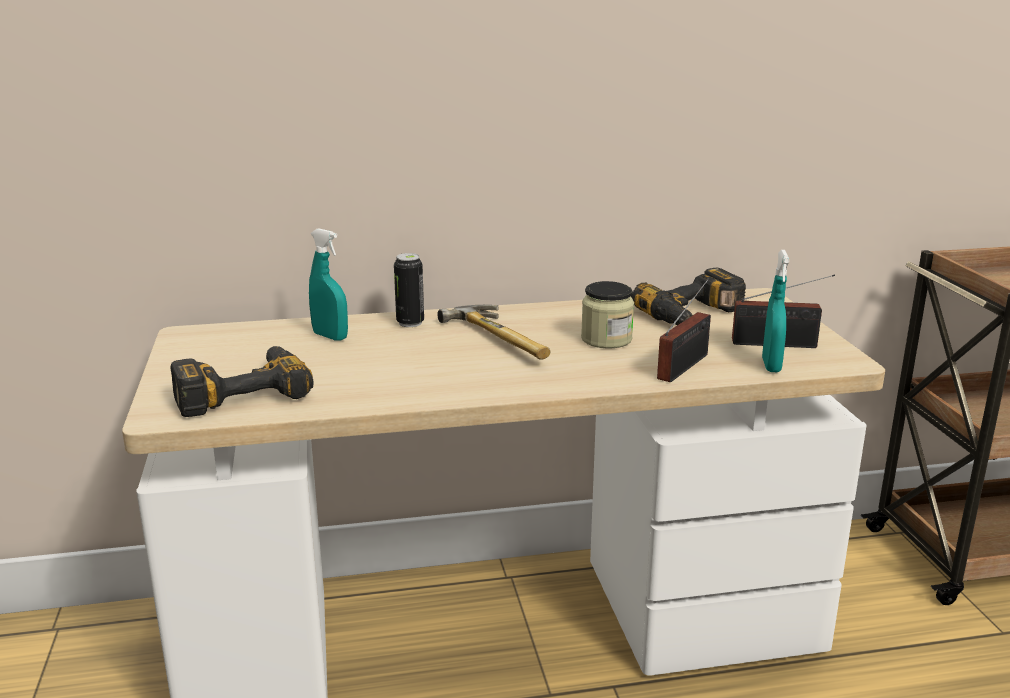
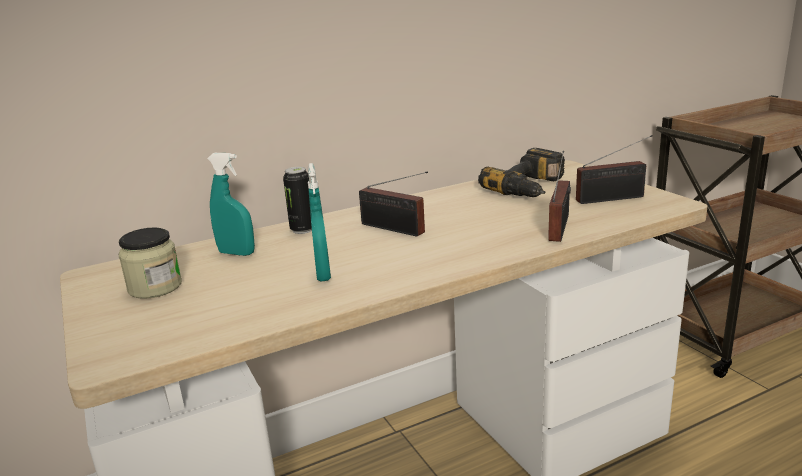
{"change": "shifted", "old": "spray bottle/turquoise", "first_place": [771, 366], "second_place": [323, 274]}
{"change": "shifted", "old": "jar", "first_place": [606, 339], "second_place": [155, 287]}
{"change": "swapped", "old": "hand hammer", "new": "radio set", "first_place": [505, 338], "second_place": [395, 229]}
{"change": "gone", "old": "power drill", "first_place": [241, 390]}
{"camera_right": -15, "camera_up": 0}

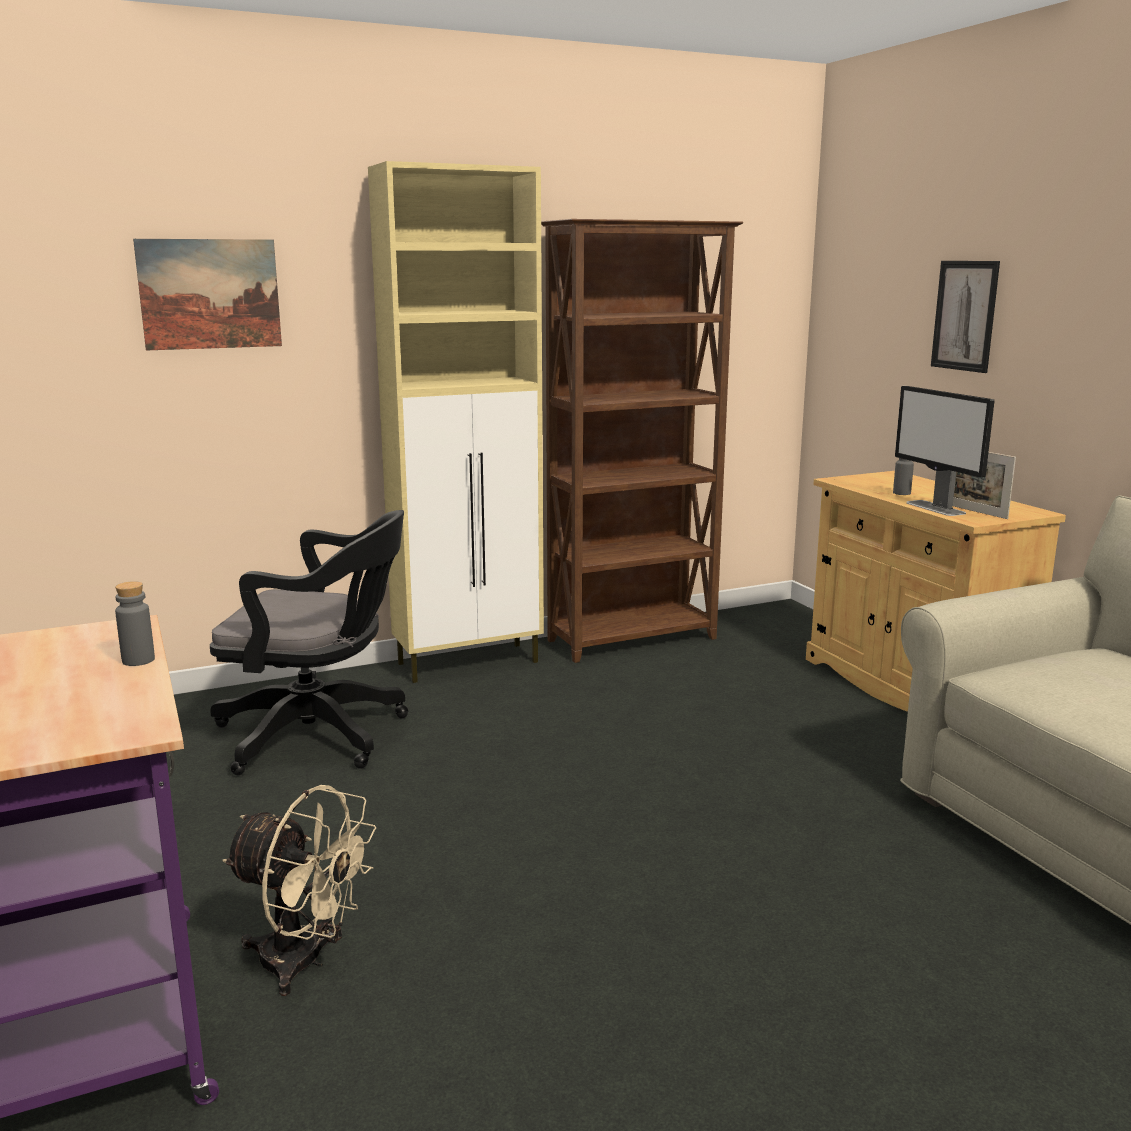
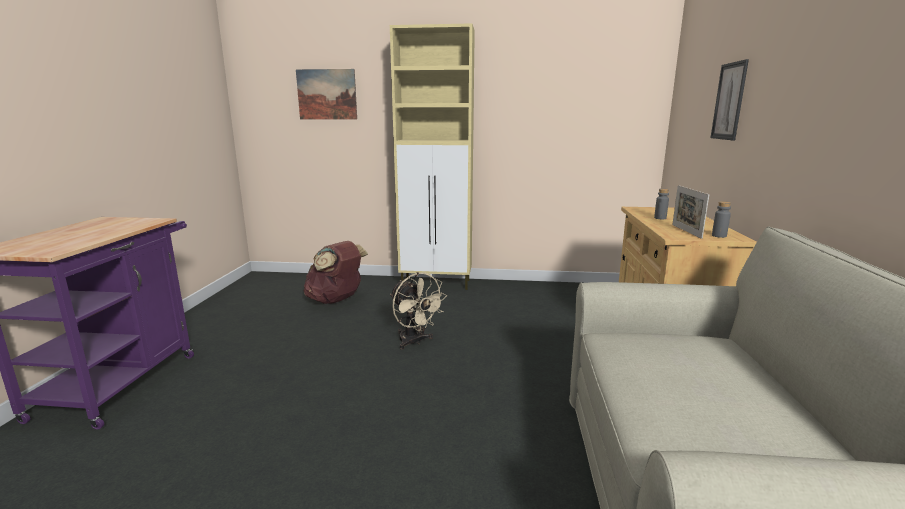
{"change": "gone", "old": "shelving unit/brownish", "first_place": [634, 640]}
{"change": "gone", "old": "computer screen", "first_place": [935, 508]}
{"change": "swapped", "old": "desk chair/blackish", "new": "backpack/brownish", "first_place": [321, 735], "second_place": [336, 300]}
{"change": "shifted", "old": "drink bottle/greyish", "first_place": [138, 660], "second_place": [719, 236]}
{"change": "shifted", "old": "fan/sand-coloured", "first_place": [306, 962], "second_place": [415, 342]}
{"camera_right": 30, "camera_up": 0}

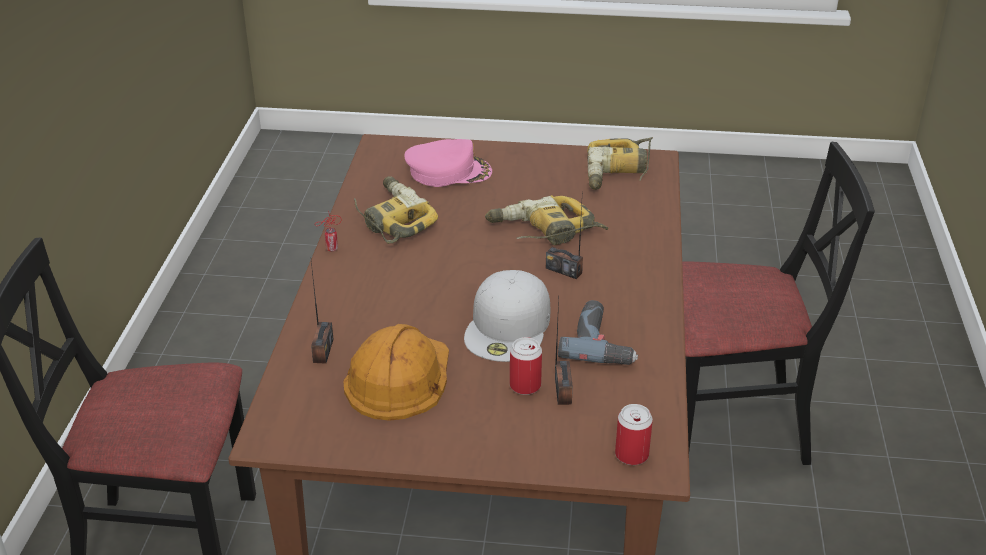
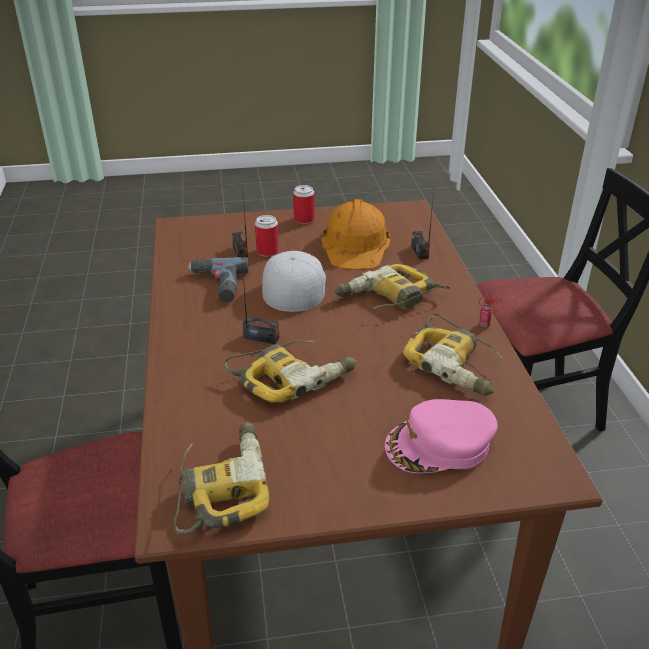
{"change": "shifted", "old": "can", "first_place": [631, 455], "second_place": [304, 219]}
{"change": "new", "new": "power drill", "second_place": [389, 299]}
{"camera_right": 165, "camera_up": 0}

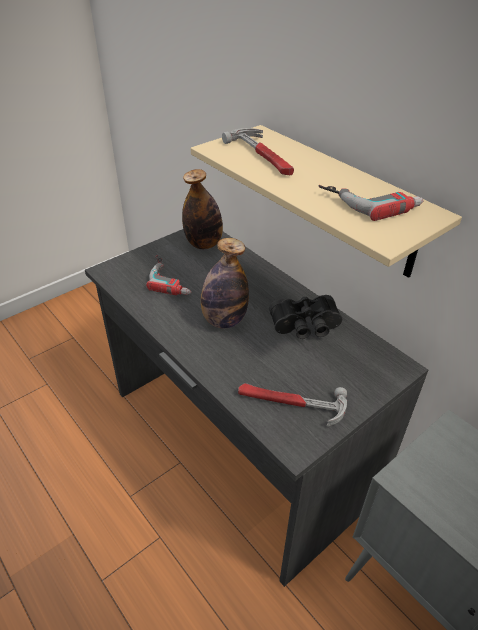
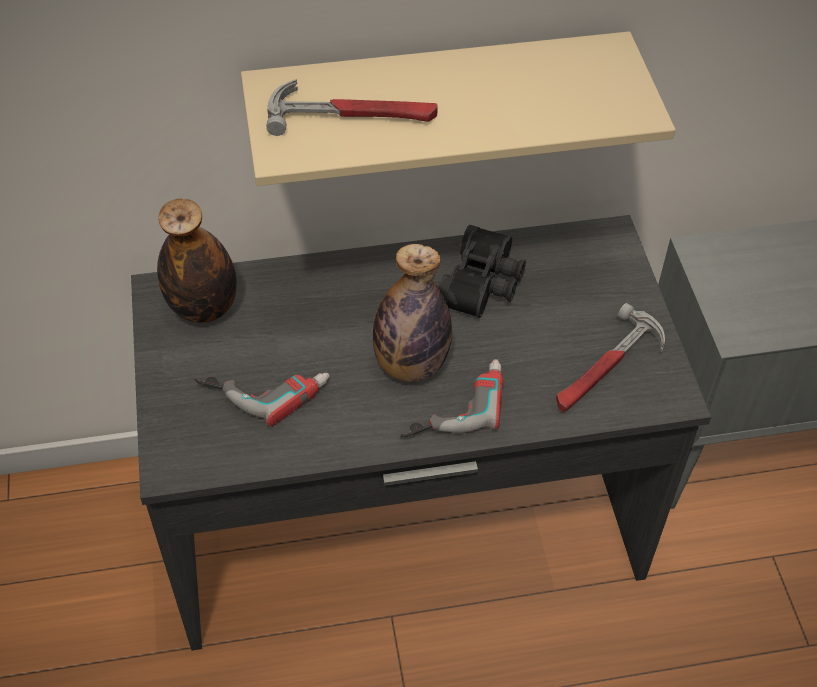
{"change": "shifted", "old": "power drill", "first_place": [370, 201], "second_place": [453, 403]}
{"camera_right": -60, "camera_up": 10}

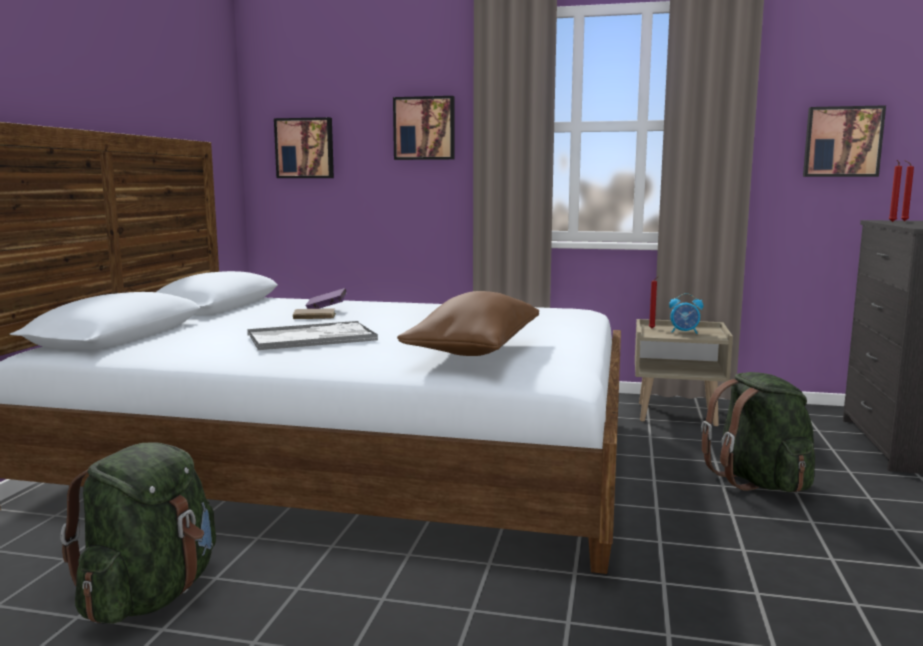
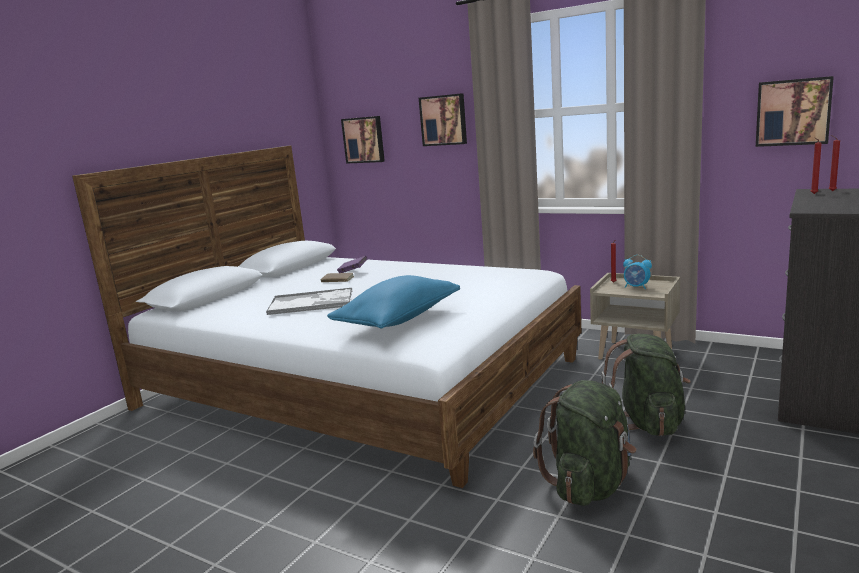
{"change": "repainted", "old": "pillow/brownish", "new": "pillow/bluish", "first_place": [474, 351], "second_place": [398, 319]}
{"change": "shifted", "old": "backpack/green-coloured", "first_place": [150, 595], "second_place": [590, 485]}
{"camera_right": 20, "camera_up": 5}

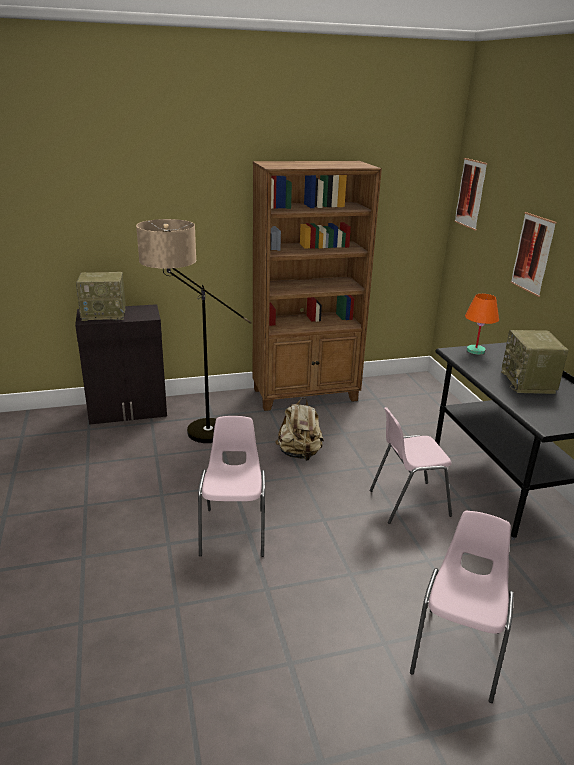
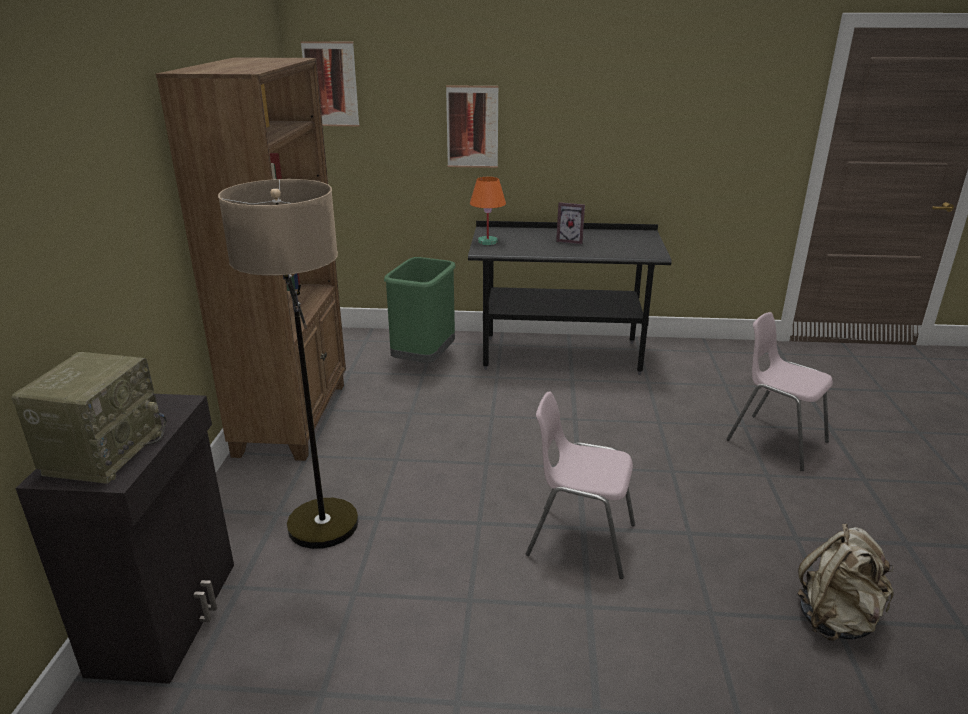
{"change": "swapped", "old": "radio set", "new": "standing frame", "first_place": [529, 383], "second_place": [570, 240]}
{"change": "shifted", "old": "backpack/sand-coloured", "first_place": [299, 454], "second_place": [836, 619]}
{"change": "gone", "old": "plain chair/pink-coloured", "first_place": [407, 502]}
{"change": "new", "new": "trash can/green-coloured", "second_place": [424, 359]}
{"camera_right": -70, "camera_up": 0}

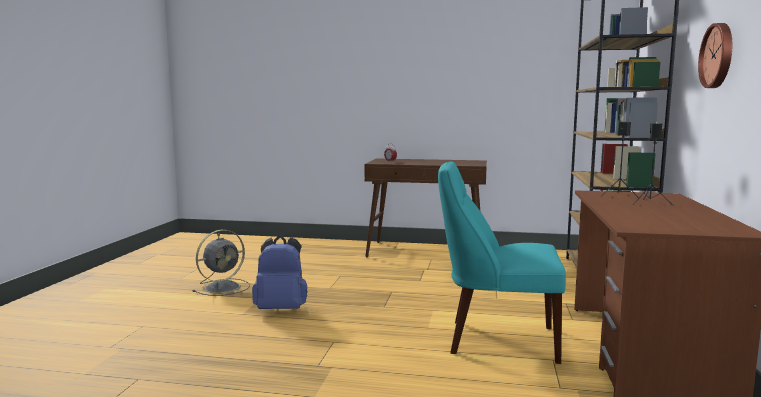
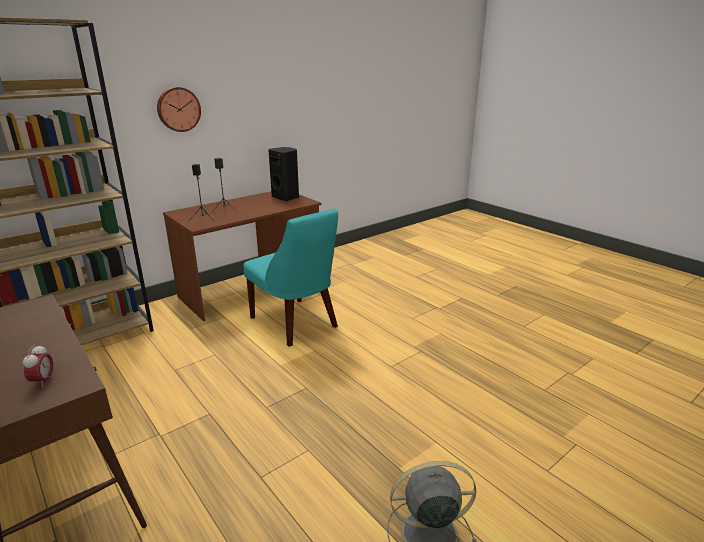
{"change": "gone", "old": "backpack/bluish", "first_place": [282, 309]}
{"change": "new", "new": "audio speaker/blackish", "second_place": [286, 197]}
{"camera_right": -140, "camera_up": 15}

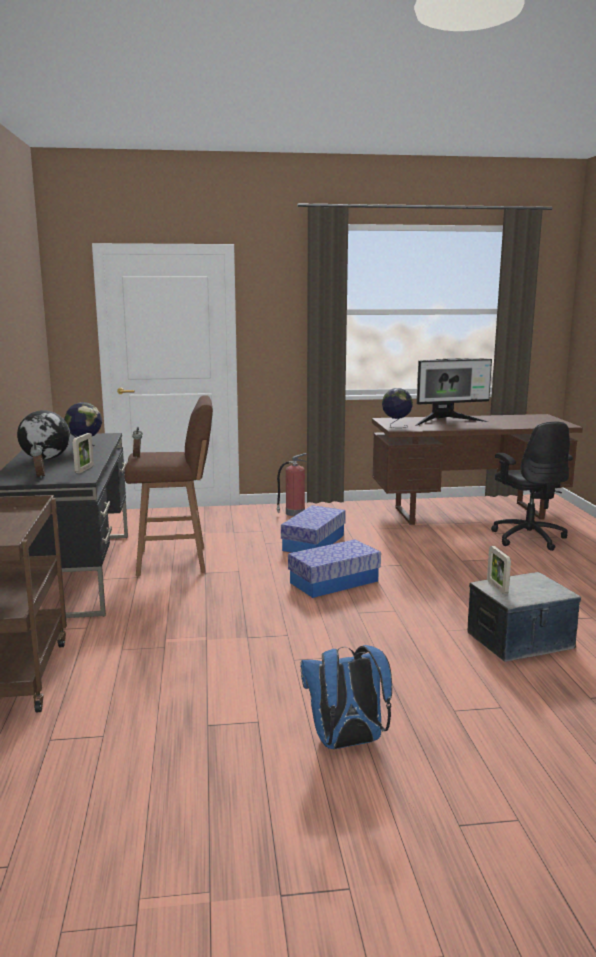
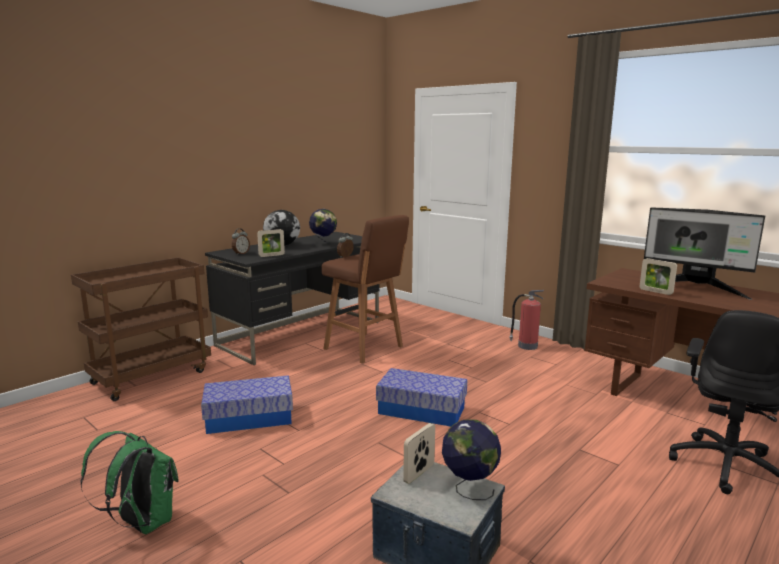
{"change": "shifted", "old": "world globe", "first_place": [396, 426], "second_place": [469, 489]}
{"change": "shifted", "old": "storage bin", "first_place": [313, 543], "second_place": [249, 418]}
{"change": "repainted", "old": "backpack/bluish", "new": "backpack/green-coloured", "first_place": [346, 743], "second_place": [141, 523]}
{"change": "new", "new": "standing frame", "second_place": [655, 291]}
{"camera_right": 50, "camera_up": 0}

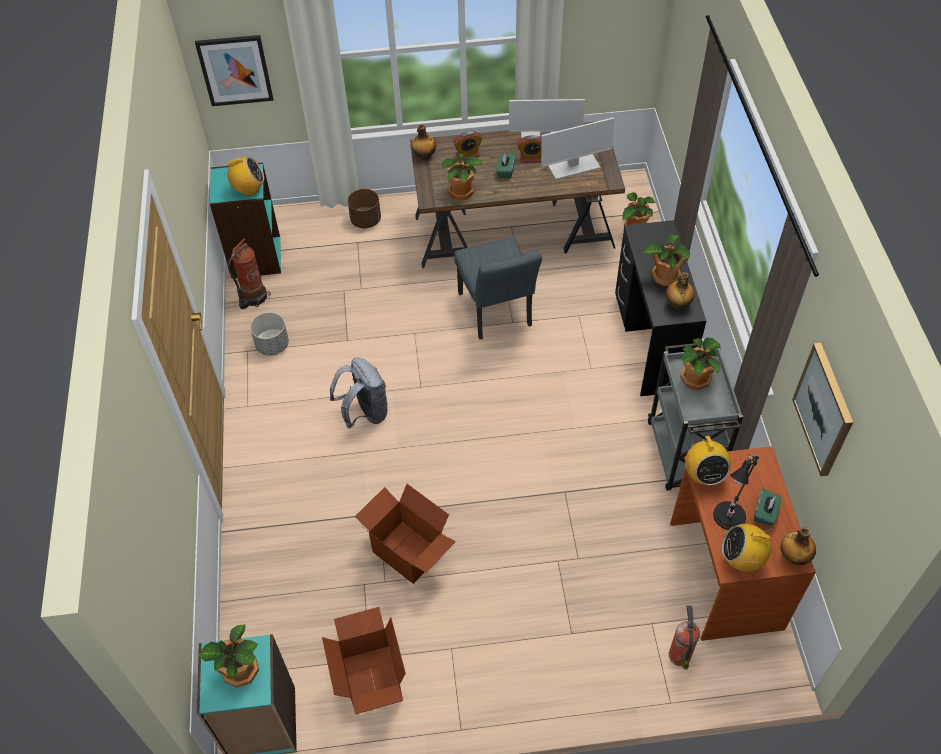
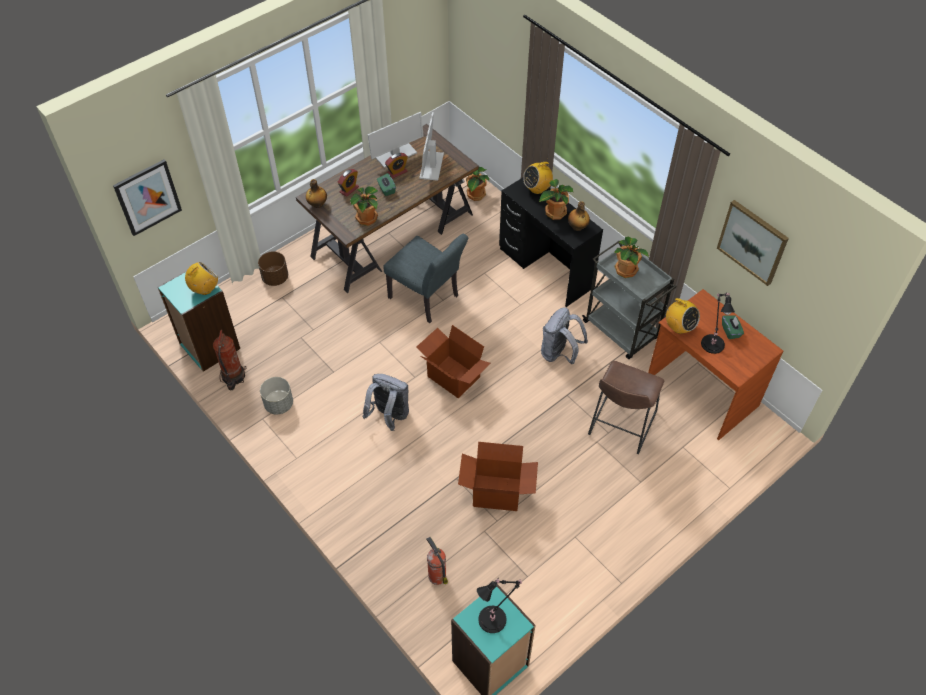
{"change": "rotated", "old": "computer screen", "first_place": [573, 167], "second_place": [431, 165], "degrees": 150}
{"change": "shifted", "old": "radio set", "first_place": [742, 559], "second_place": [537, 189]}
{"change": "gone", "old": "drink bottle", "first_place": [794, 556]}
{"change": "shifted", "old": "fire-fighting cylinder", "first_place": [679, 654], "second_place": [436, 575]}
{"change": "shifted", "old": "packing box", "first_place": [371, 680], "second_place": [453, 377]}
{"change": "swapped", "old": "potted plant", "new": "lamp for a table/blackish", "first_place": [240, 669], "second_place": [494, 618]}
{"change": "new", "new": "backpack/greyish", "second_place": [559, 353]}
{"change": "new", "new": "stool seat/brownish", "second_place": [620, 426]}
{"camera_right": -35, "camera_up": 0}

